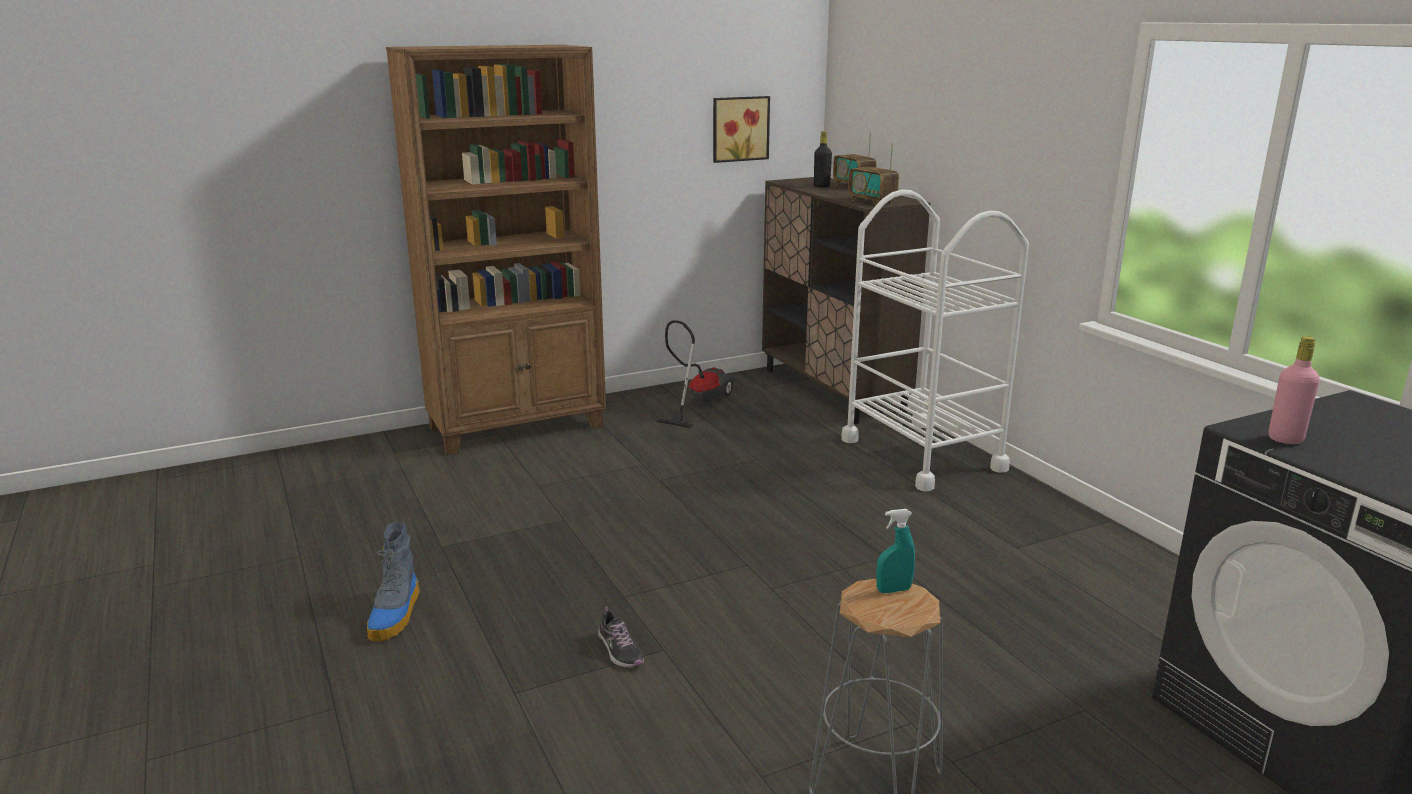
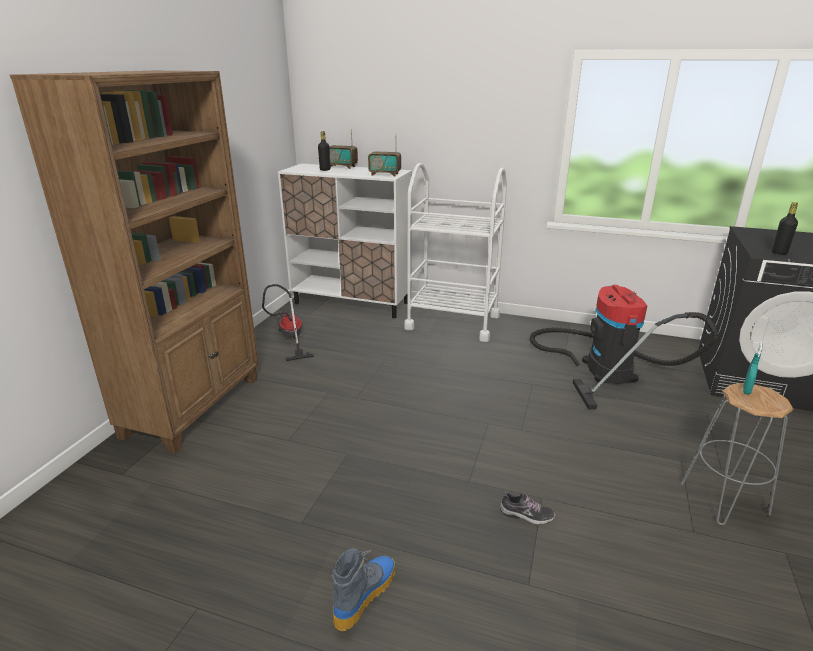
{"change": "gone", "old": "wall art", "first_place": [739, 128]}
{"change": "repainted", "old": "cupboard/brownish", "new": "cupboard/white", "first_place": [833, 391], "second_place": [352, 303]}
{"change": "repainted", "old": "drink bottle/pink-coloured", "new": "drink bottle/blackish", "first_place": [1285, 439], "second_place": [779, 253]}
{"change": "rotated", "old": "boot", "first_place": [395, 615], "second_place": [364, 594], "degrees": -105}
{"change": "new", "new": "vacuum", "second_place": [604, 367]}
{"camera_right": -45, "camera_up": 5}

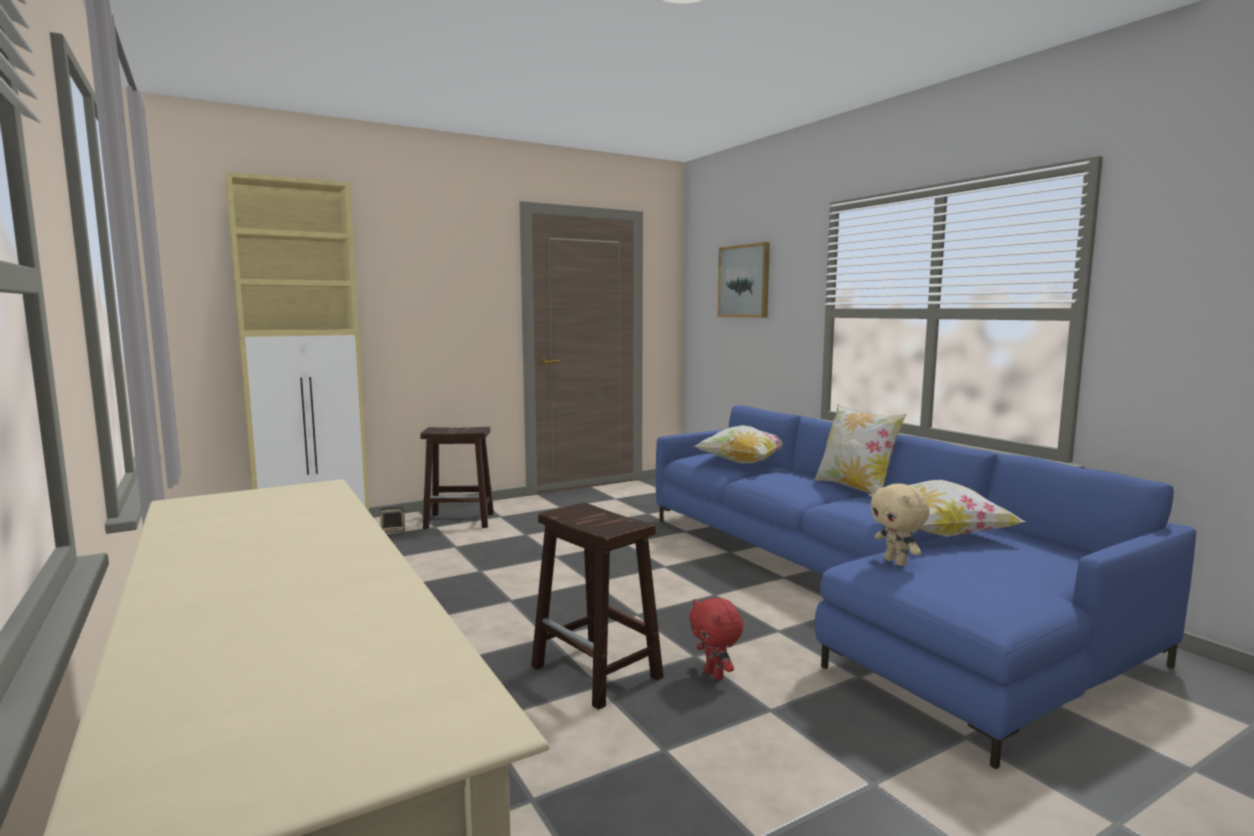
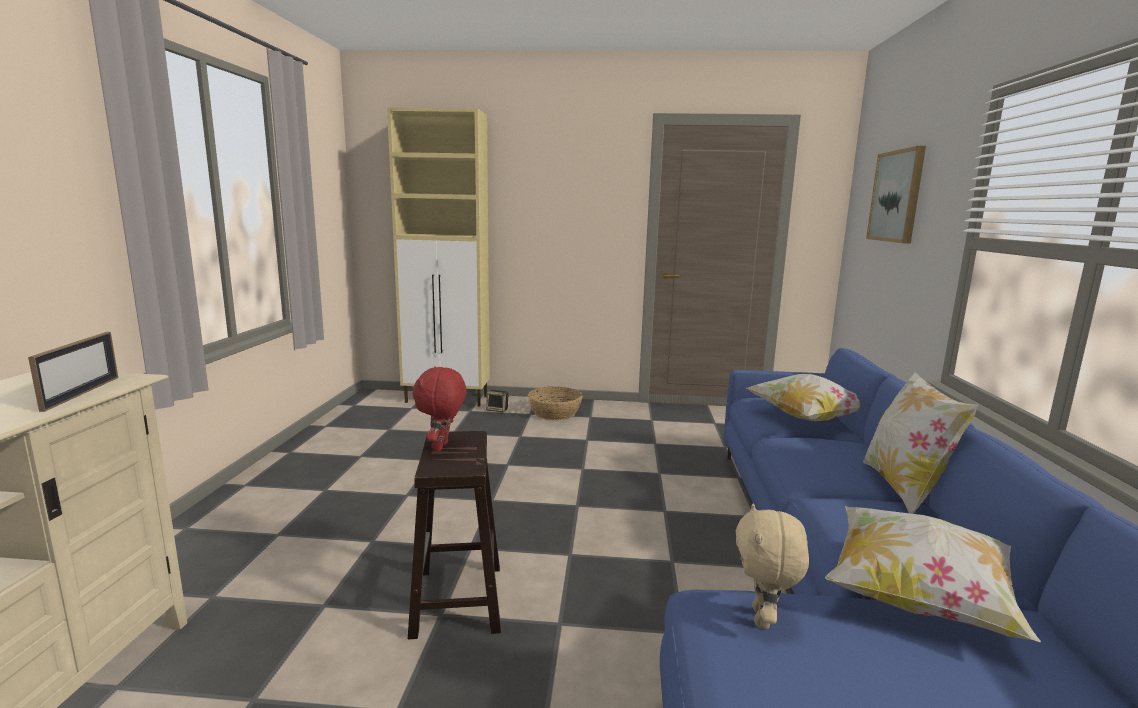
{"change": "swapped", "old": "stool seat/brownish", "new": "basket", "first_place": [460, 520], "second_place": [555, 413]}
{"change": "shifted", "old": "soft toy/red-coloured", "first_place": [715, 675], "second_place": [442, 447]}
{"change": "new", "new": "standing frame", "second_place": [82, 393]}
{"camera_right": 35, "camera_up": 5}

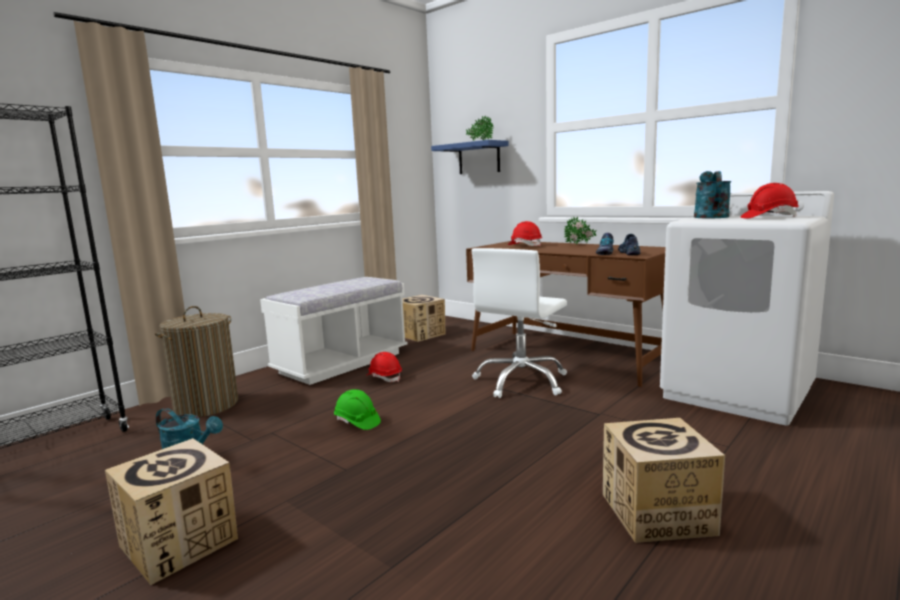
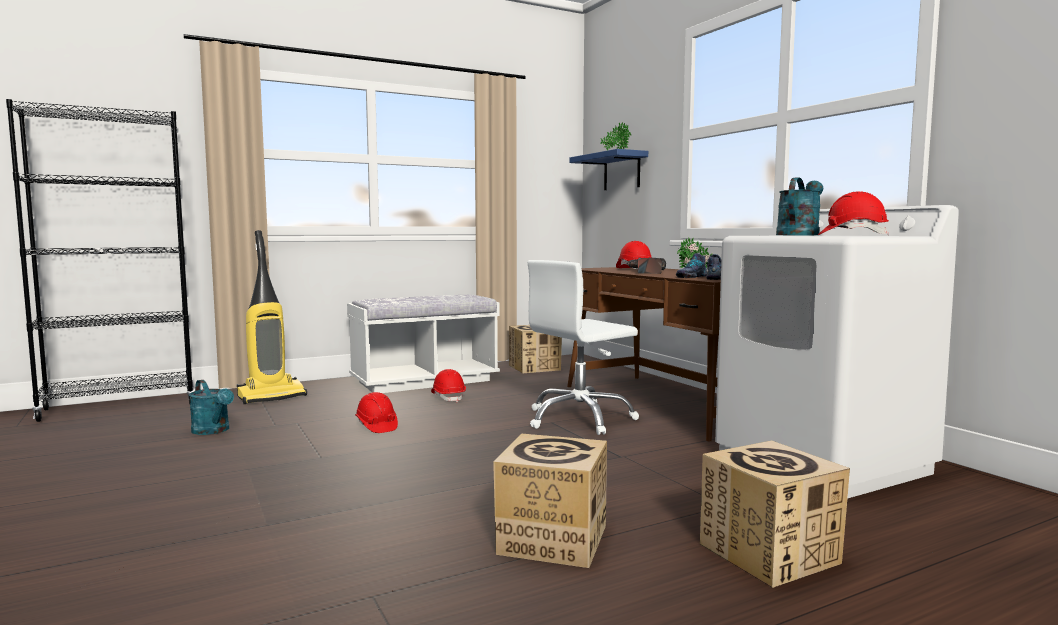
{"change": "swapped", "old": "hamper", "new": "vacuum", "first_place": [206, 405], "second_place": [272, 396]}
{"change": "repainted", "old": "safety helmet/green-coloured", "new": "safety helmet/red-coloured", "first_place": [357, 422], "second_place": [376, 426]}
{"change": "shifted", "old": "packing box", "first_place": [179, 542], "second_place": [769, 553]}
{"change": "new", "new": "power drill", "second_place": [646, 272]}
{"camera_right": 20, "camera_up": -5}

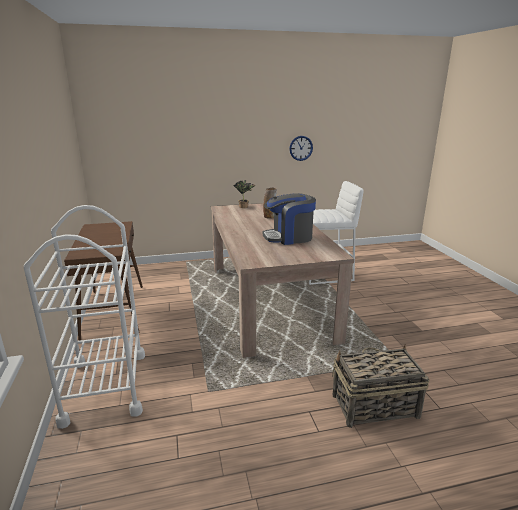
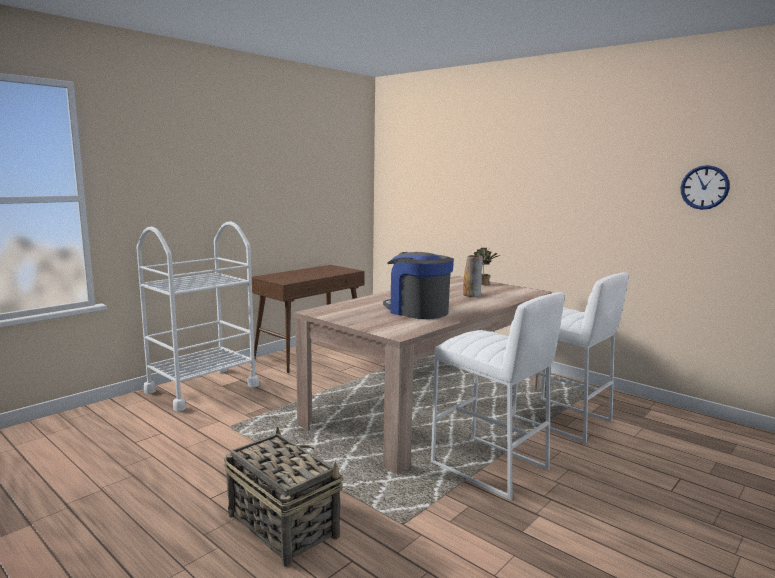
{"change": "shifted", "old": "clock on the wall", "first_place": [301, 148], "second_place": [704, 187]}
{"change": "new", "new": "stool seat/white", "second_place": [490, 467]}
{"camera_right": 55, "camera_up": -10}

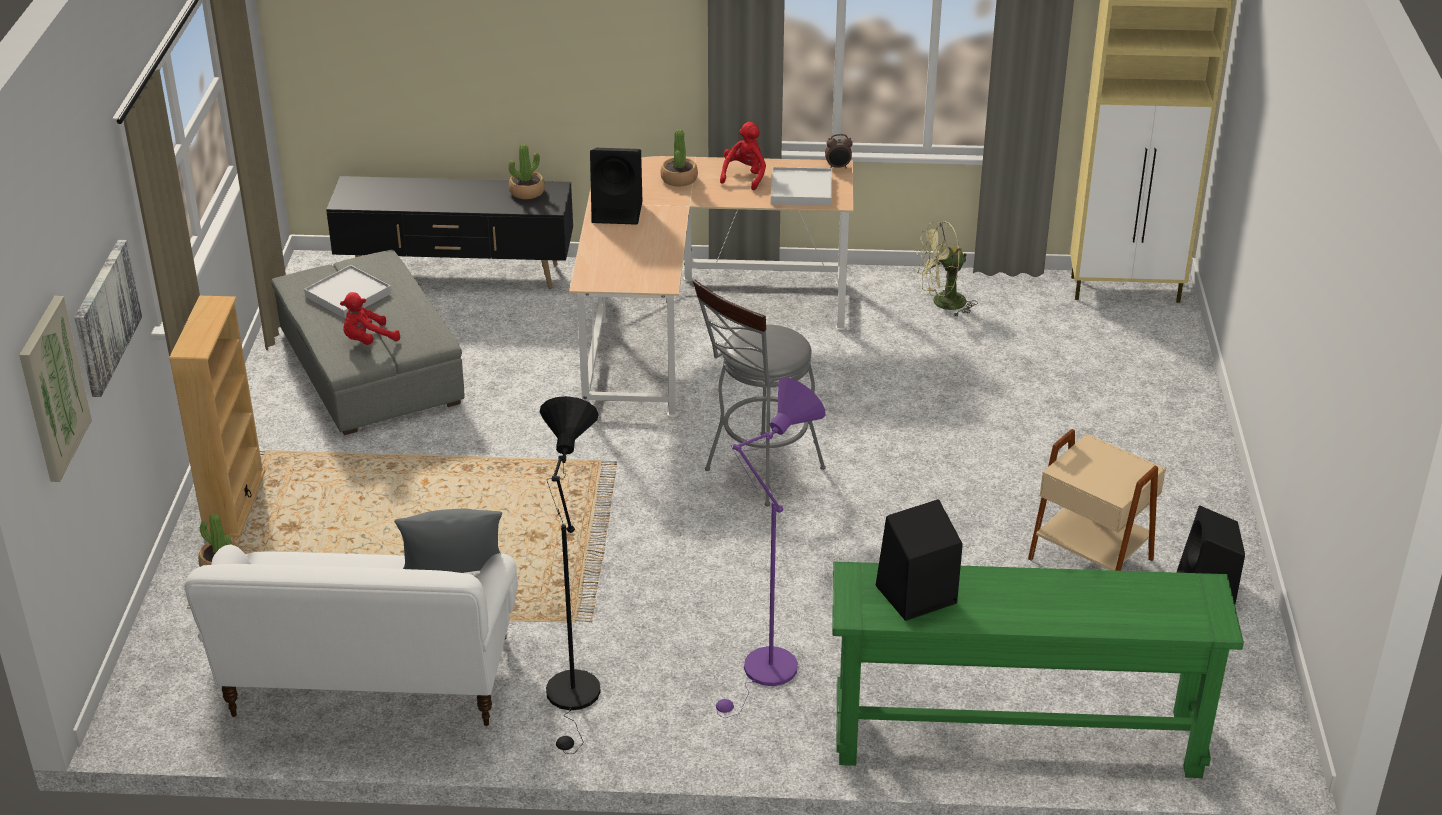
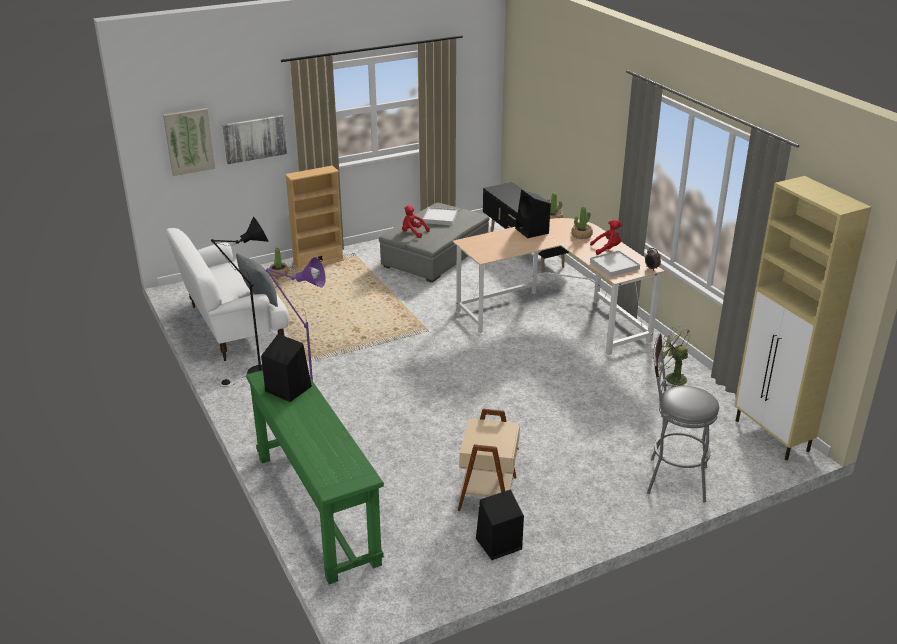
{"change": "shifted", "old": "stool seat/greyish", "first_place": [758, 473], "second_place": [670, 478]}
{"camera_right": 60, "camera_up": -5}

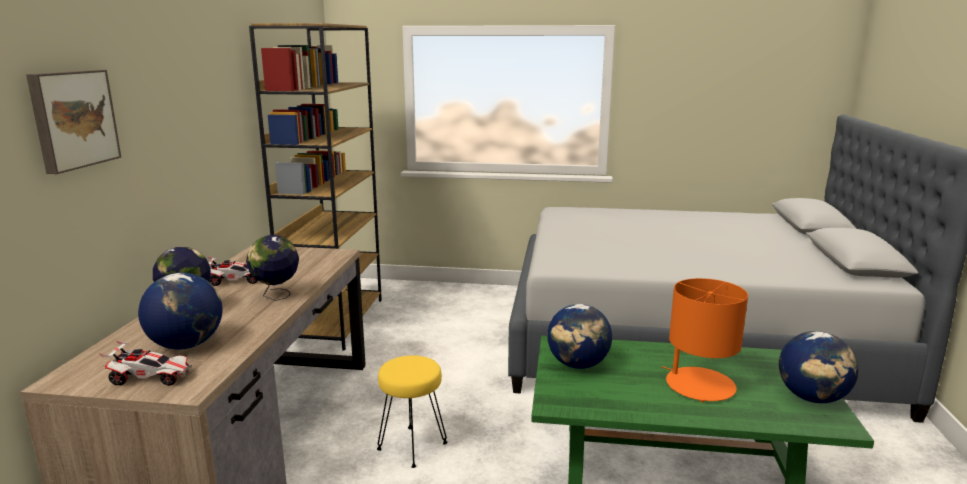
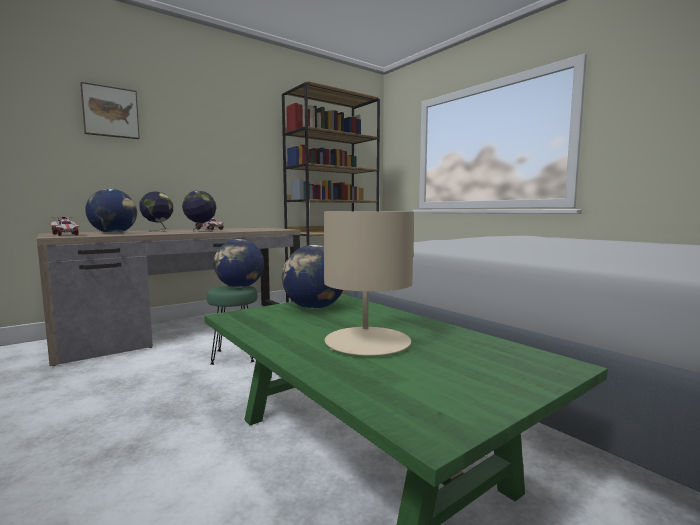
{"change": "repainted", "old": "lamp for a table/orange-coloured", "new": "lamp for a table/sand-coloured", "first_place": [699, 385], "second_place": [367, 342]}
{"change": "shifted", "old": "world globe", "first_place": [812, 398], "second_place": [240, 287]}
{"change": "repainted", "old": "stool seat/yellow", "new": "stool seat/green-coloured", "first_place": [412, 447], "second_place": [234, 356]}
{"camera_right": 45, "camera_up": -10}

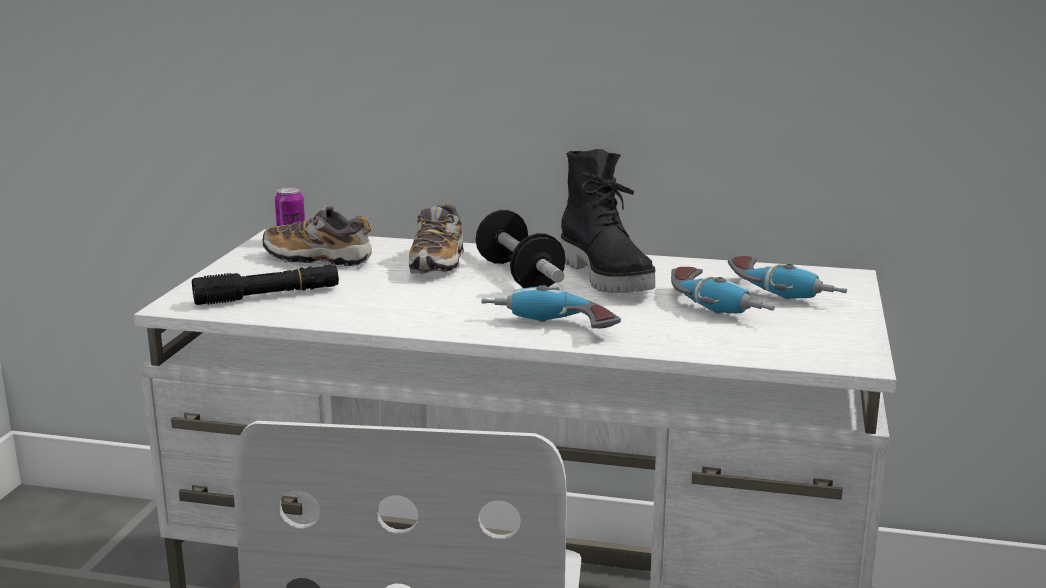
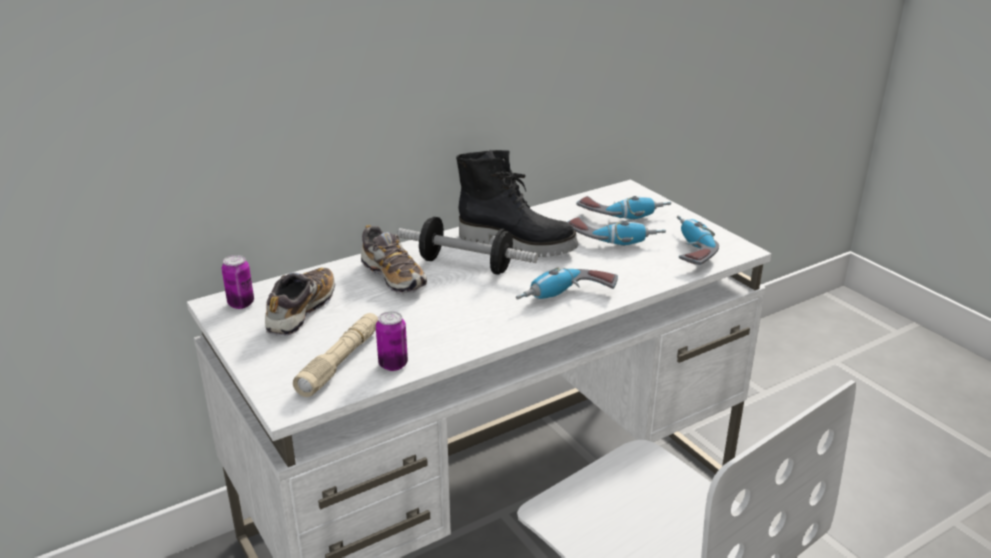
{"change": "rotated", "old": "low shoe", "first_place": [317, 260], "second_place": [301, 312], "degrees": 135}
{"change": "repainted", "old": "torch/blackish", "new": "torch/sand-coloured", "first_place": [268, 296], "second_place": [340, 362]}
{"change": "new", "new": "power drill", "second_place": [688, 250]}
{"change": "new", "new": "can", "second_place": [393, 364]}
{"camera_right": -45, "camera_up": 10}

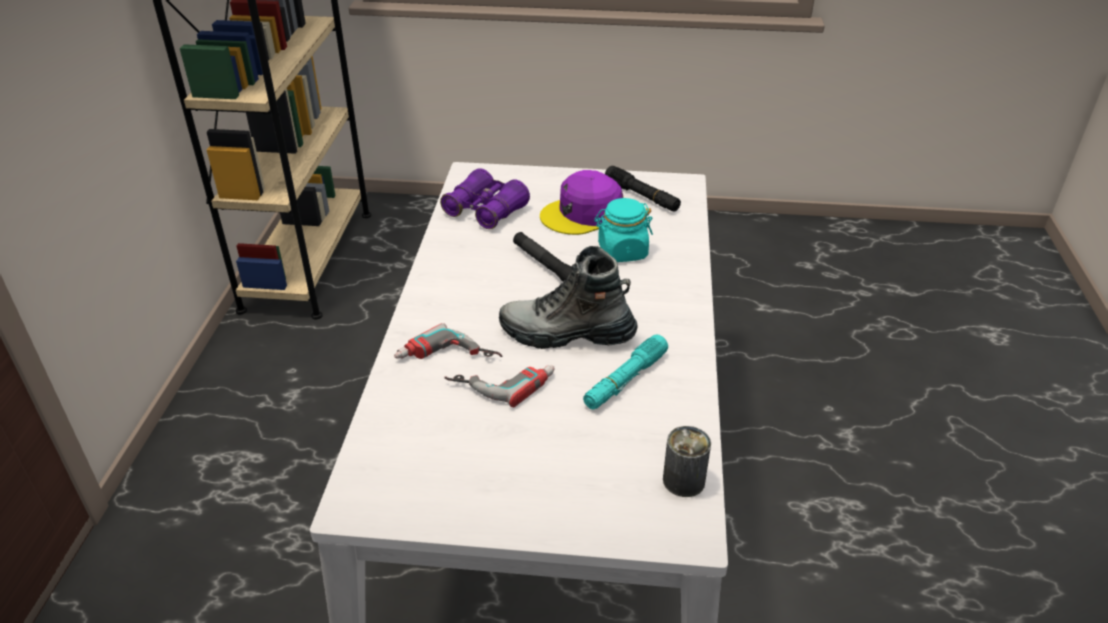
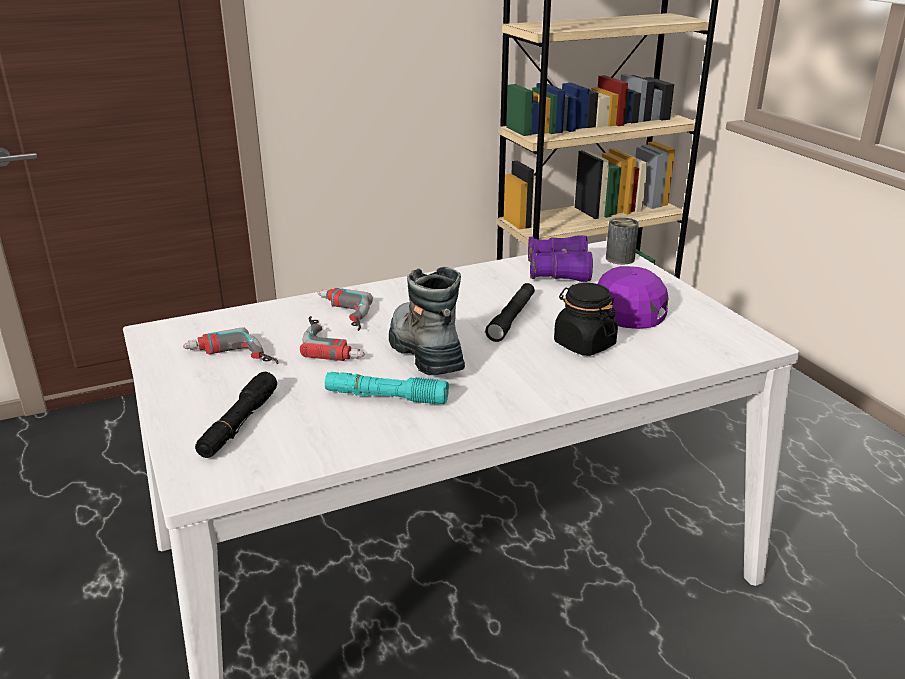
{"change": "shifted", "old": "torch/blackish", "first_place": [642, 196], "second_place": [239, 424]}
{"change": "repainted", "old": "jar/turquoise", "new": "jar/blackish", "first_place": [622, 251], "second_place": [584, 344]}
{"change": "shifted", "old": "can", "first_place": [683, 480], "second_place": [620, 258]}
{"change": "new", "new": "power drill", "second_place": [230, 360]}
{"camera_right": 60, "camera_up": -10}

